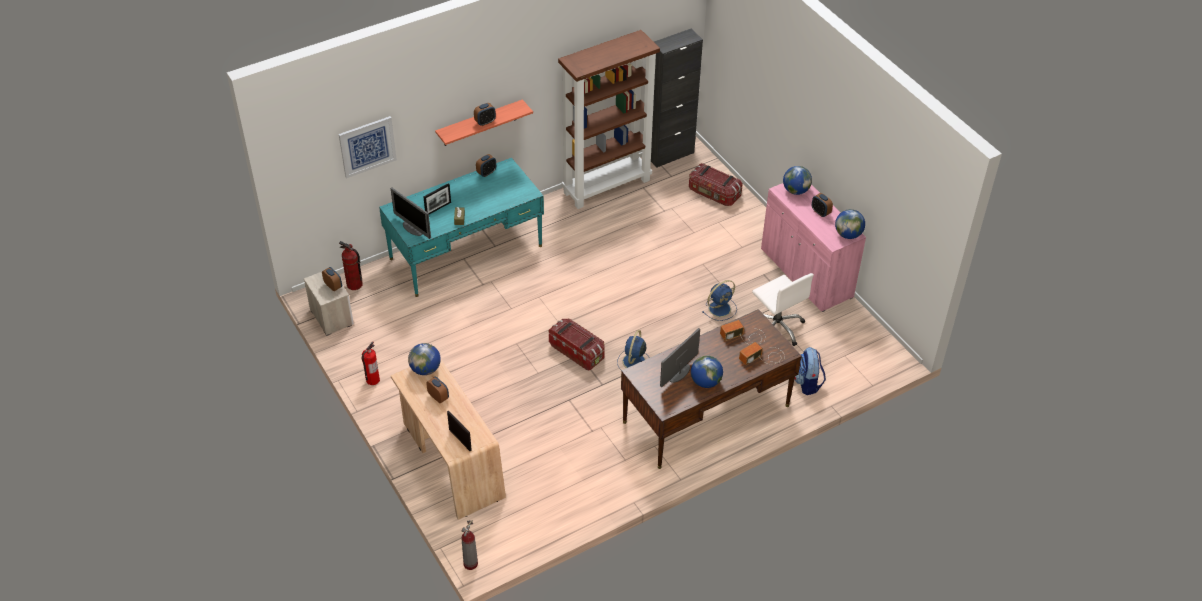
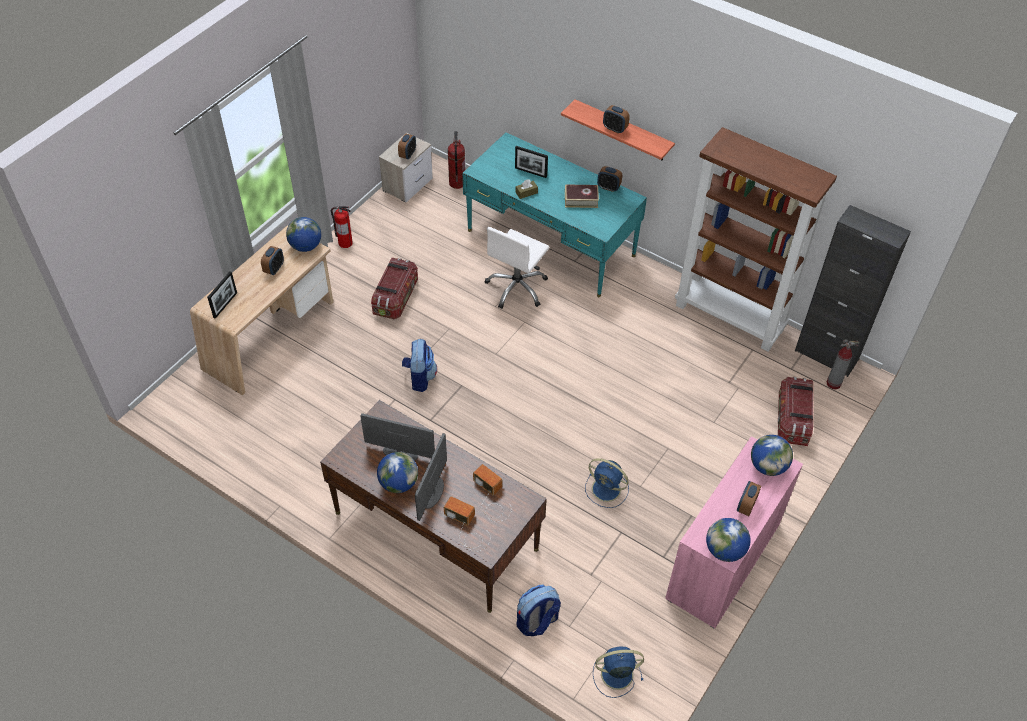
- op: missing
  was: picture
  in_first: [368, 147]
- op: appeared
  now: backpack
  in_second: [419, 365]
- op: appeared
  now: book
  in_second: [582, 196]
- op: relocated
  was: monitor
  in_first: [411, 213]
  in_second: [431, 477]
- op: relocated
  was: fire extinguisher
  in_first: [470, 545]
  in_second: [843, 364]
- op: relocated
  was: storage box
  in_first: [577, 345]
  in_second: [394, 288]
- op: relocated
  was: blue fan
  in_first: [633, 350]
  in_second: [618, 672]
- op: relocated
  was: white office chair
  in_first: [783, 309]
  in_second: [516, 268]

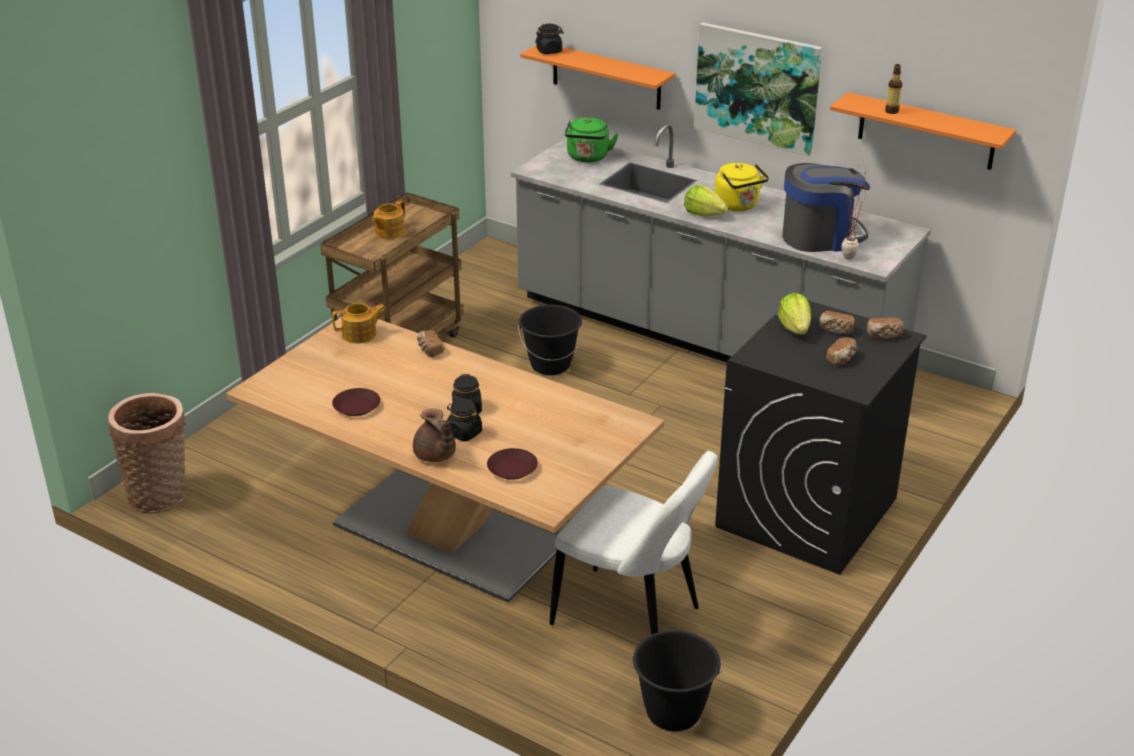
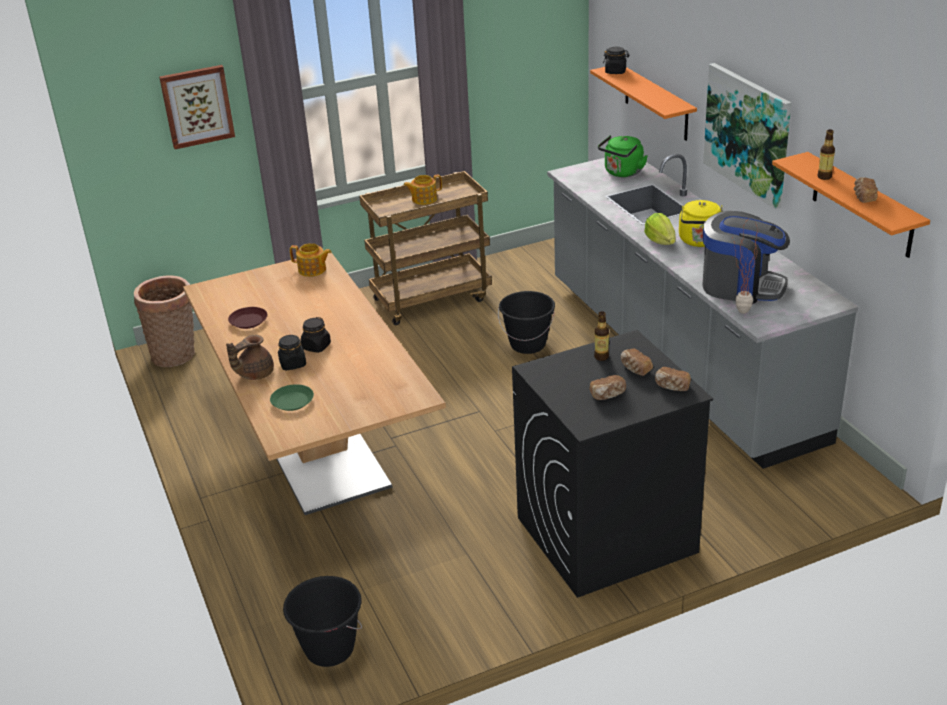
- op: missing
  was: white chair
  in_first: [633, 543]
- op: appeared
  now: picture
  in_second: [197, 107]
- op: relocated
  was: bread
  in_first: [430, 344]
  in_second: [866, 190]
- op: exchanged
  was: lettuce
  now: bottle
  in_first: [794, 314]
  in_second: [601, 336]
- op: colour
  was: brown plate
  now: green plate
  in_first: [512, 464]
  in_second: [292, 397]
- op: spun
  was: brown teapot
  in_first: [434, 435]
  in_second: [250, 357]
  clockwise: 45

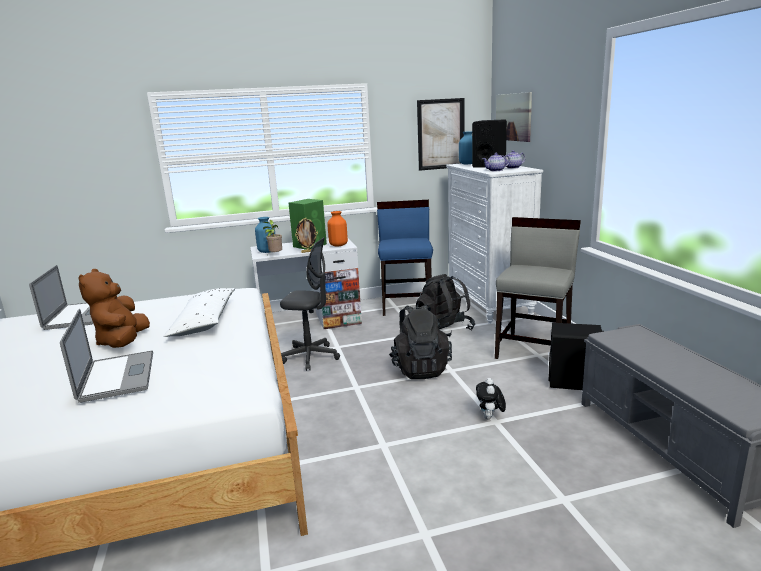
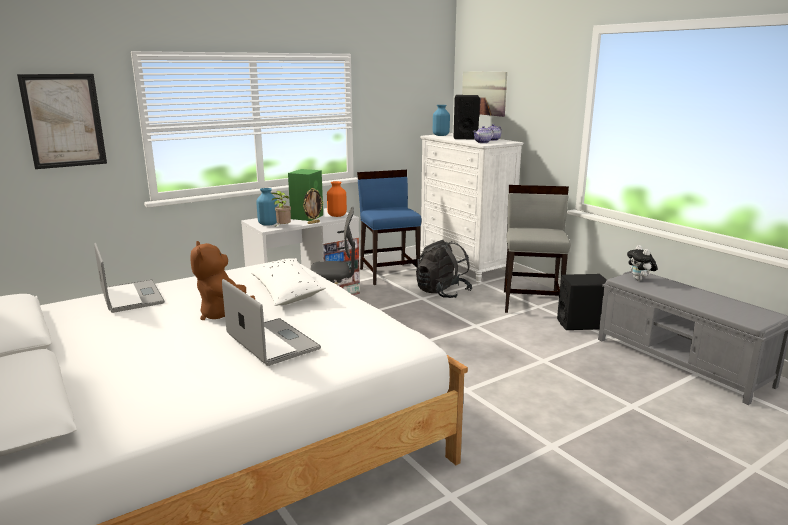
- op: missing
  was: black backpack
  in_first: [420, 341]
- op: relocated
  was: picture
  in_first: [440, 134]
  in_second: [62, 121]
- op: relocated
  was: plush toy
  in_first: [491, 398]
  in_second: [642, 263]

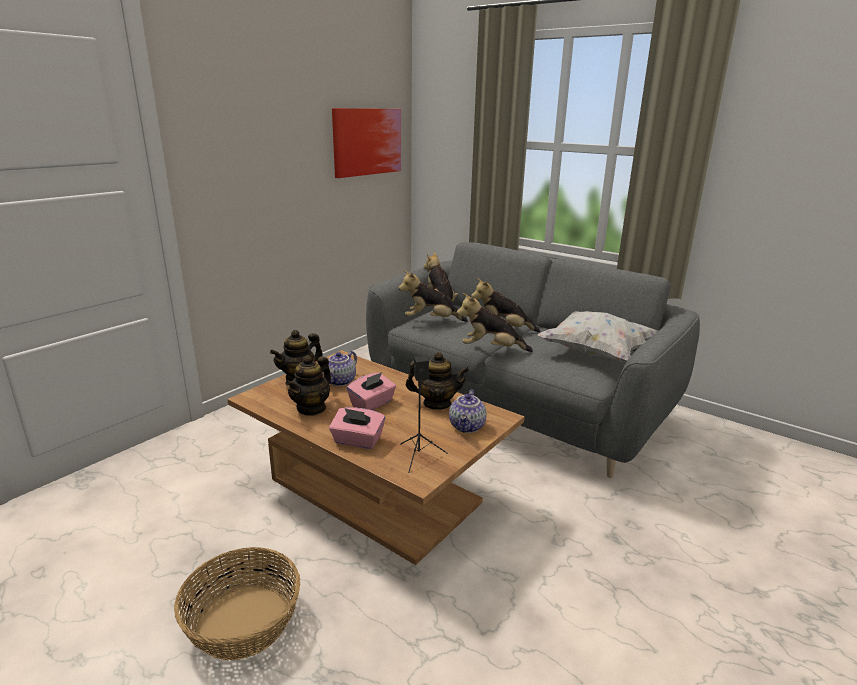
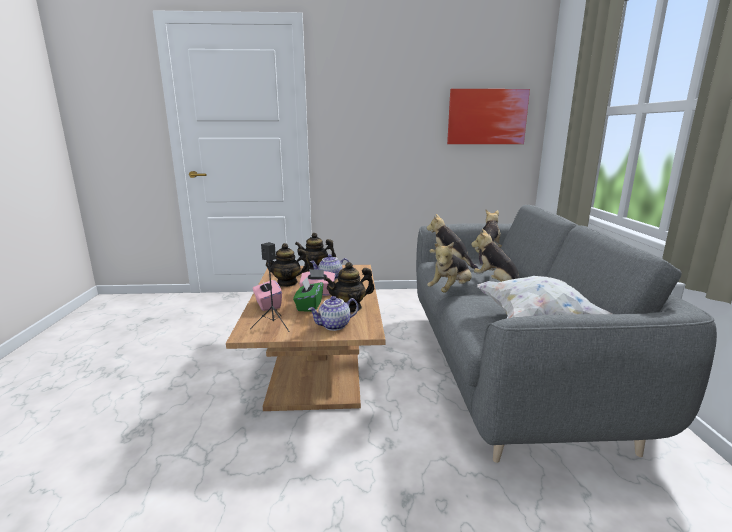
- op: missing
  was: basket
  in_first: [237, 603]
- op: appeared
  now: green tissue box
  in_second: [308, 294]
- op: spun
  was: teapot
  in_first: [438, 381]
  in_second: [349, 287]
  clockwise: 105
- op: spun
  was: plush toy
  in_first: [494, 322]
  in_second: [449, 267]
  clockwise: -105

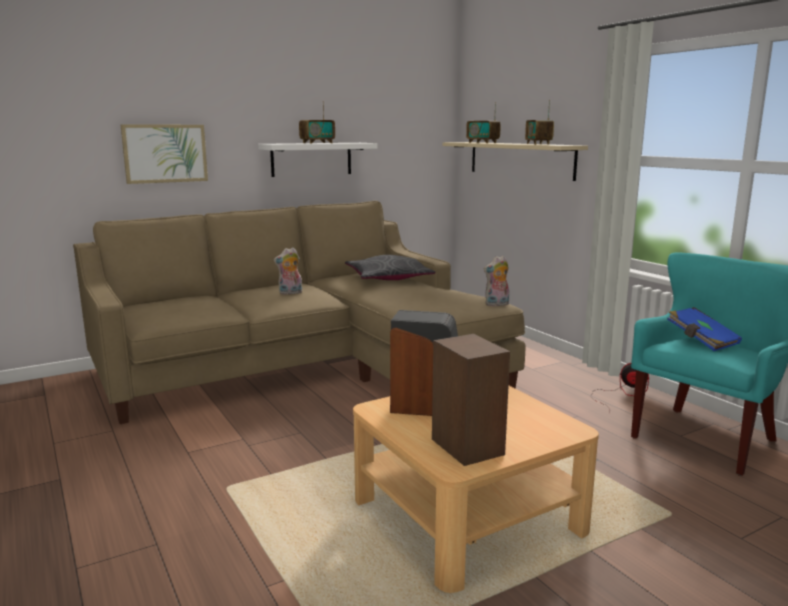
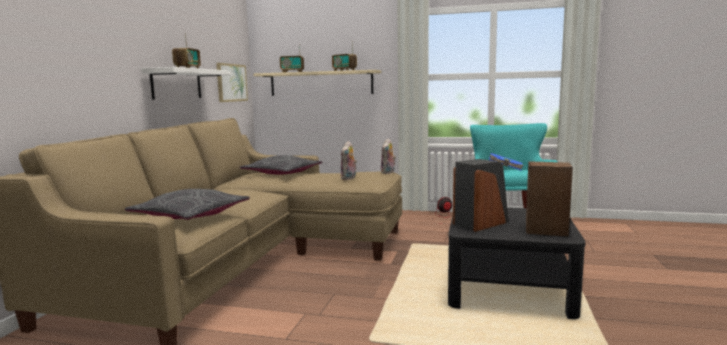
- op: appeared
  now: grey pillow
  in_second: [187, 204]
- op: relocated
  was: picture
  in_first: [164, 154]
  in_second: [232, 82]
- op: relocated
  was: plush toy
  in_first: [288, 271]
  in_second: [349, 160]
- op: colour
  was: beige coffee table
  now: black coffee table
  in_first: [476, 489]
  in_second: [517, 263]

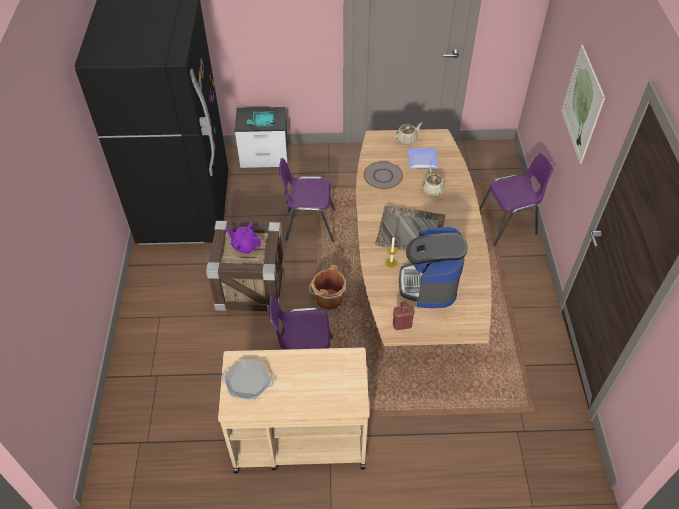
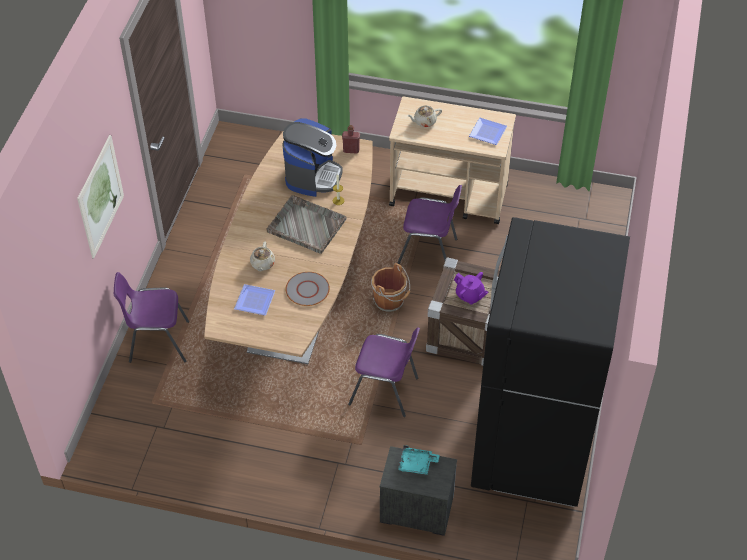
- op: relocated
  was: beige teapot
  in_first: [408, 133]
  in_second: [424, 116]
- op: exchanged
  was: frying pan
  now: plate
  in_first: [247, 380]
  in_second: [488, 131]

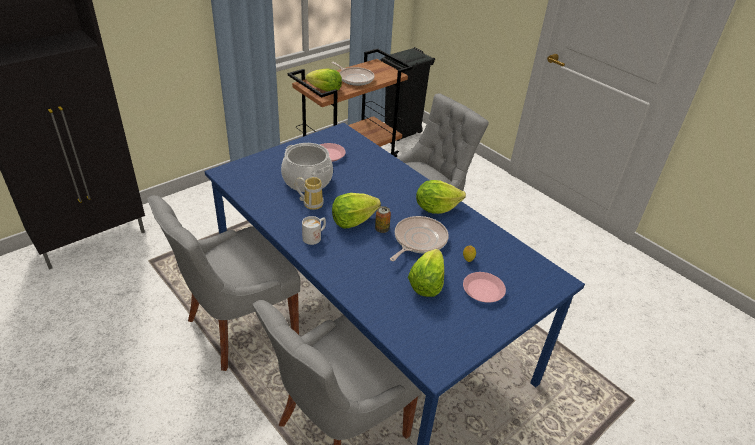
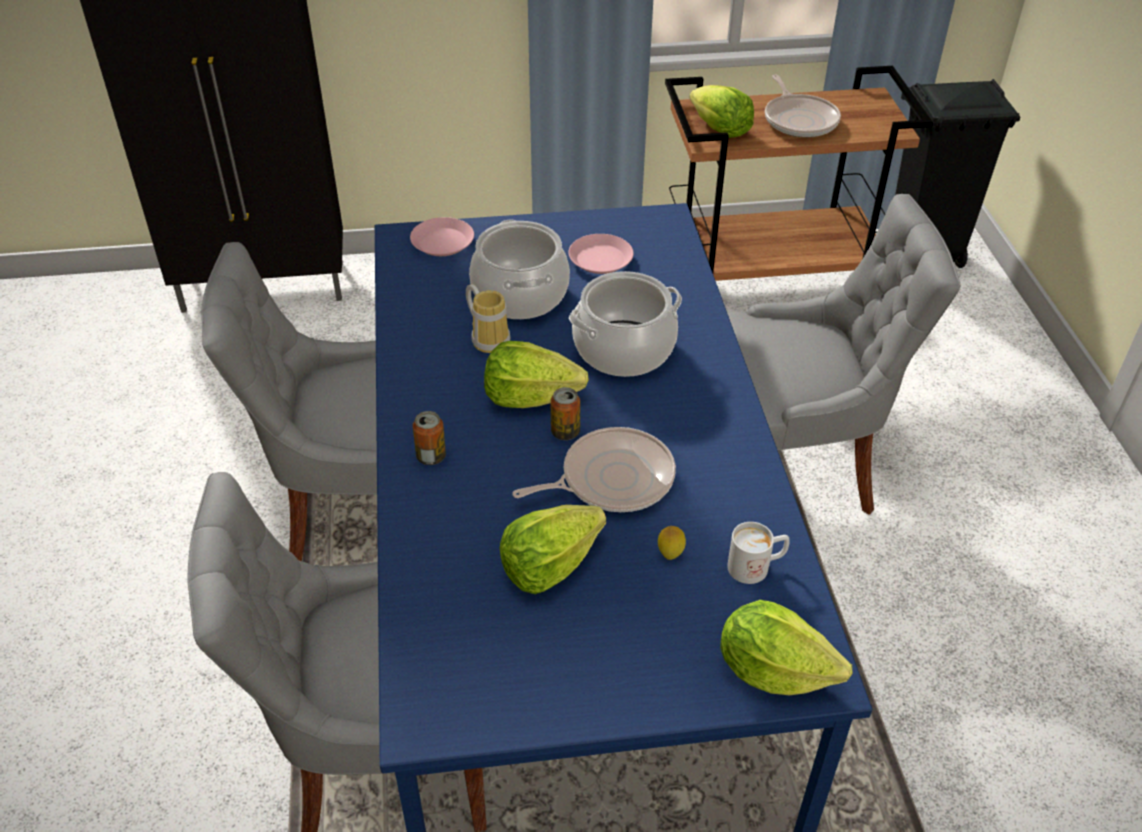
- op: appeared
  now: can
  in_second: [429, 438]
- op: appeared
  now: cooking pot
  in_second: [625, 324]
- op: relocated
  was: white mug
  in_first: [314, 230]
  in_second: [758, 553]
- op: relocated
  was: lettuce
  in_first: [441, 197]
  in_second: [786, 647]
- op: relocated
  was: pink plate
  in_first: [484, 287]
  in_second: [442, 236]

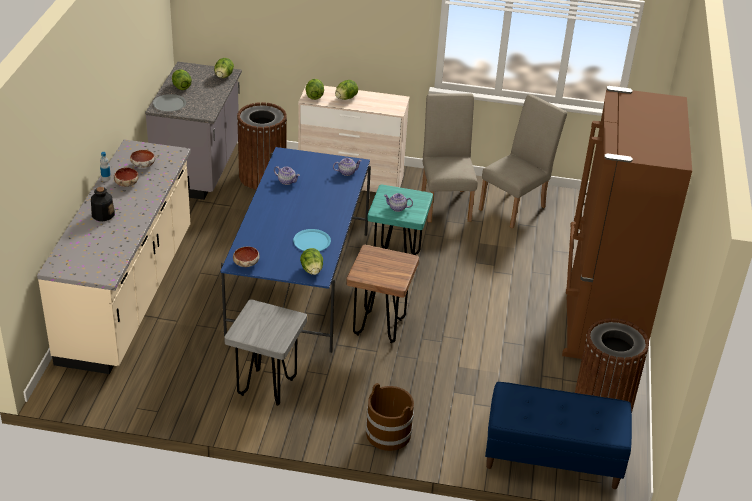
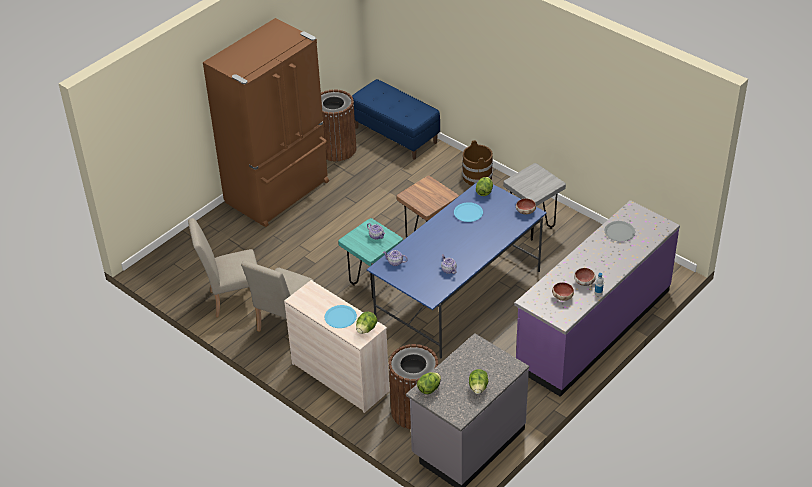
- op: missing
  was: bottle
  in_first: [103, 204]
- op: relocated
  was: grey plate
  in_first: [169, 103]
  in_second: [620, 231]
- op: exchanged
  was: lettuce
  now: blue plate
  in_first: [346, 90]
  in_second: [341, 316]
- op: colour
  was: beige counter
  now: purple counter
  in_first: [114, 257]
  in_second: [597, 298]

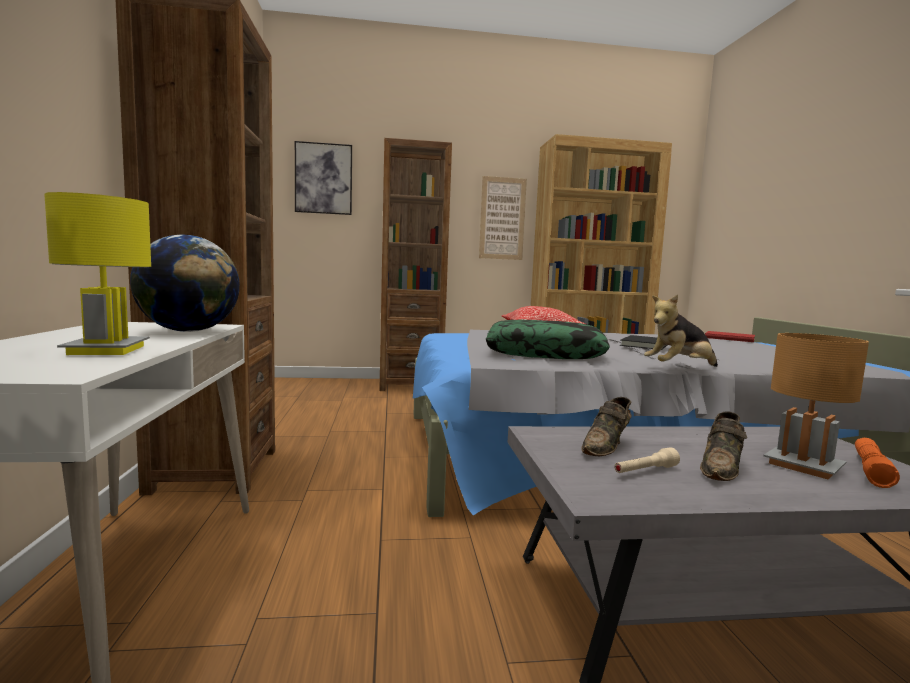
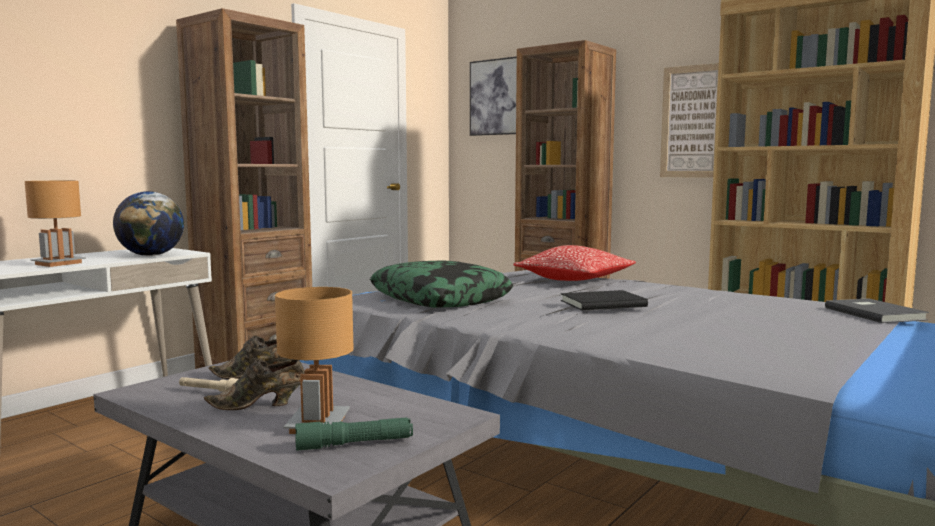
- op: missing
  was: plush toy
  in_first: [681, 330]
- op: colour
  was: yellow table lamp
  now: brown table lamp
  in_first: [97, 273]
  in_second: [55, 224]
- op: colour
  was: red book
  now: grey book
  in_first: [730, 336]
  in_second: [877, 310]
- op: colour
  was: orange flashlight
  now: green flashlight
  in_first: [877, 463]
  in_second: [354, 434]

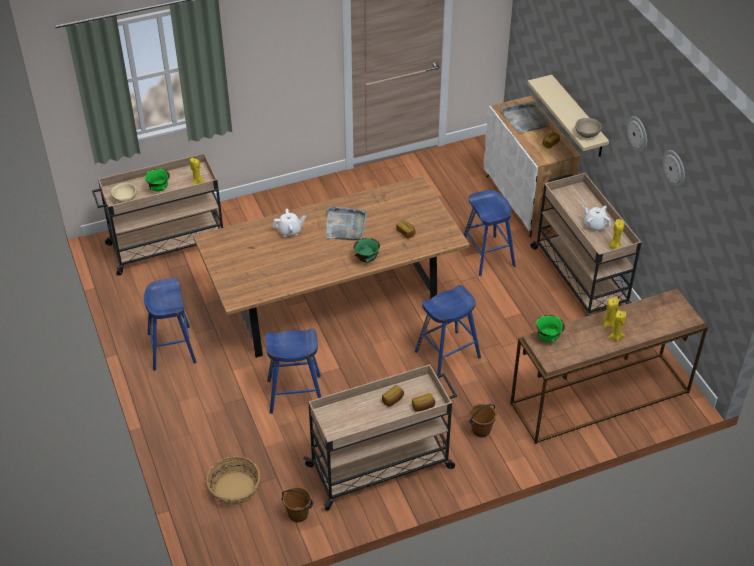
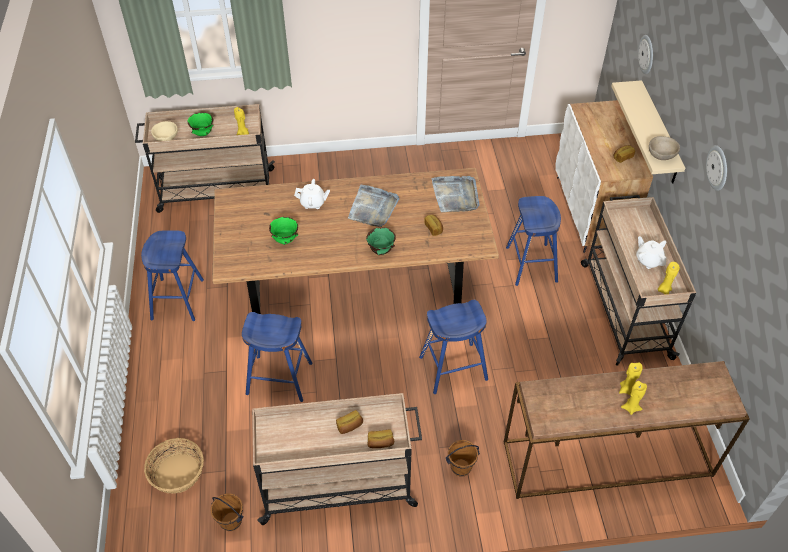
- op: relocated
  was: grey tray
  in_first: [525, 117]
  in_second: [456, 194]
- op: relocated
  was: green bowl
  in_first: [550, 328]
  in_second: [283, 231]
- op: relocated
  was: wall clock
  in_first: [674, 169]
  in_second: [645, 54]

